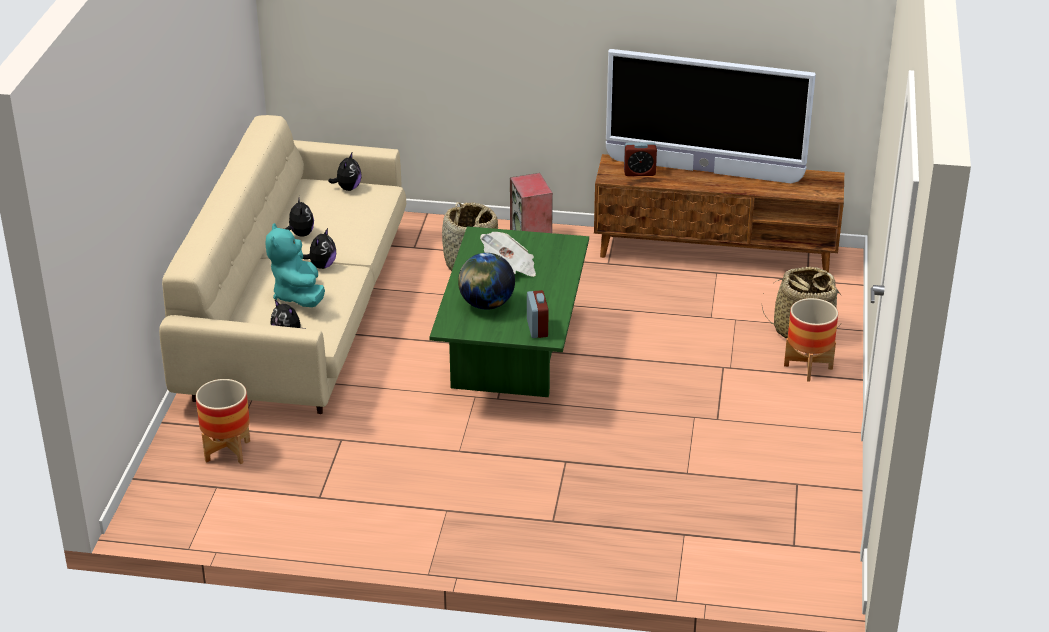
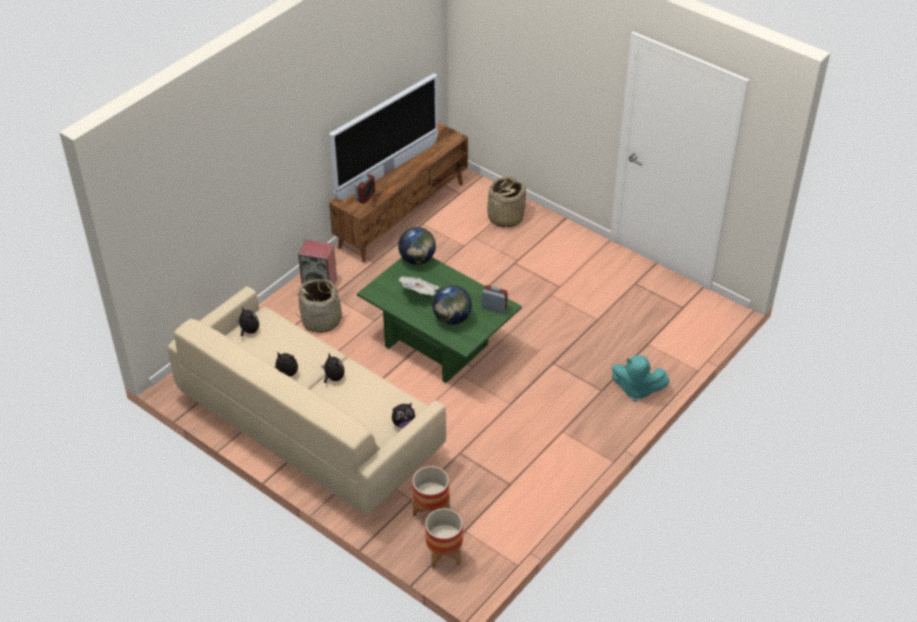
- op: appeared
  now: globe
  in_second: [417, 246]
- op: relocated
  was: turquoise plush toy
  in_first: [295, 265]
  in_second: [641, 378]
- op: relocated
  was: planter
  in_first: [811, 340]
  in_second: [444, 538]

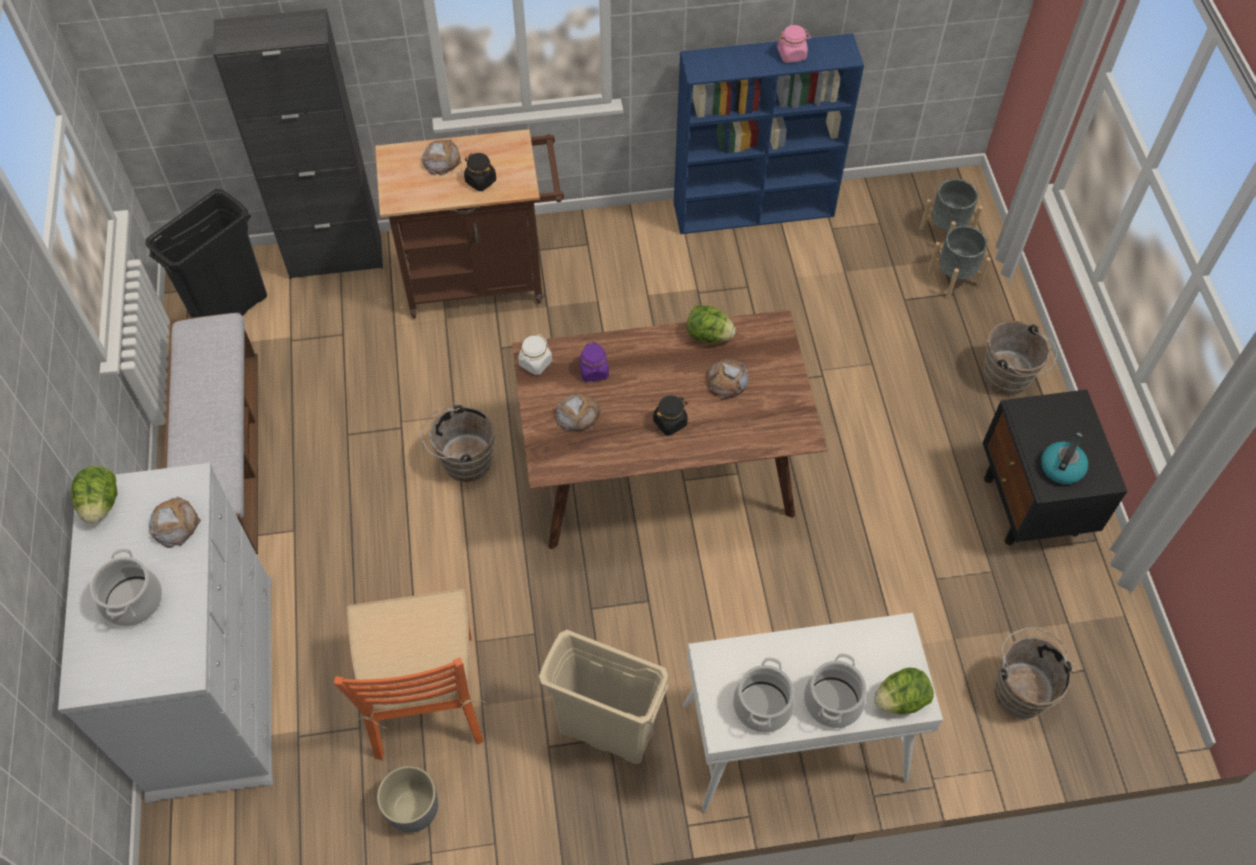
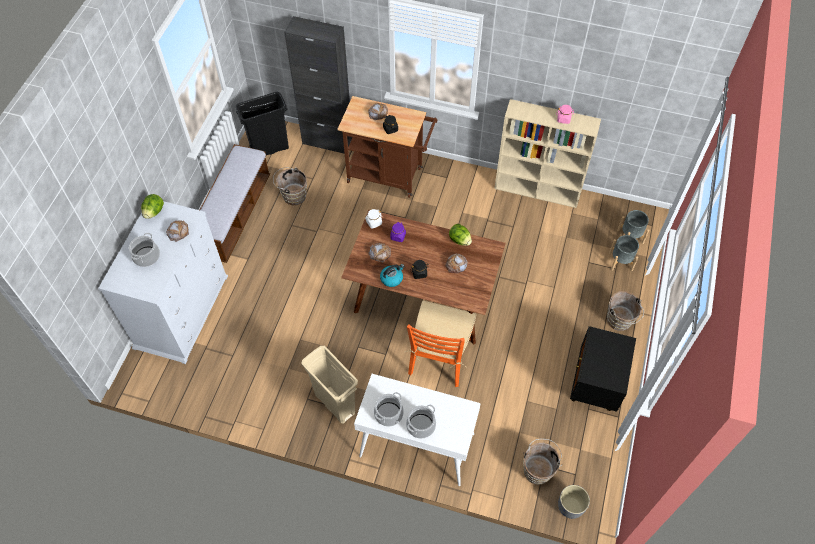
- op: missing
  was: lettuce
  in_first: [904, 691]
- op: relocated
  was: orange chair
  in_first: [410, 674]
  in_second: [440, 344]
- op: relocated
  was: grey planter
  in_first: [407, 799]
  in_second: [574, 502]
- op: relocated
  was: brown bucket
  in_first: [458, 442]
  in_second: [290, 186]
- op: relocated
  was: kettle
  in_first: [1064, 458]
  in_second: [392, 275]
- op: colour
  was: blue bookcase
  now: beige bookcase
  in_first: [769, 133]
  in_second: [547, 153]

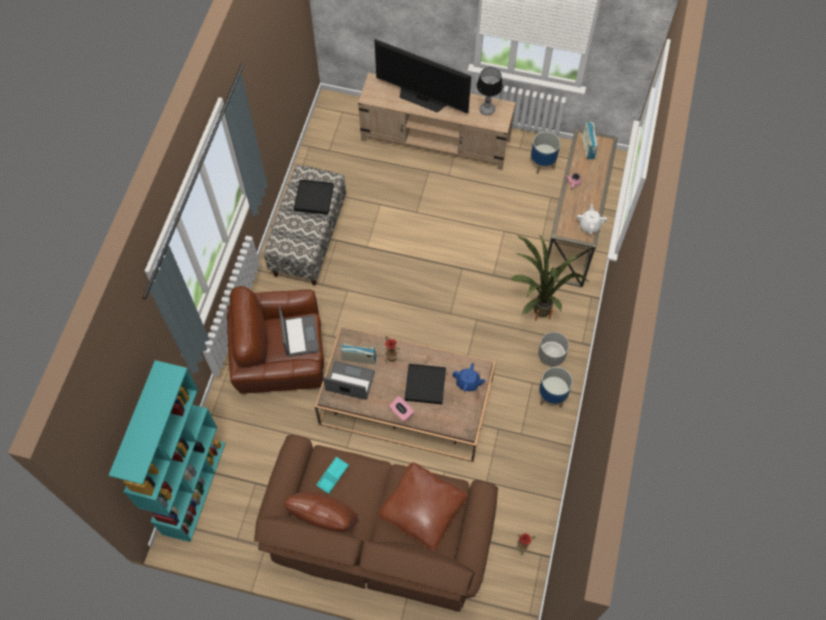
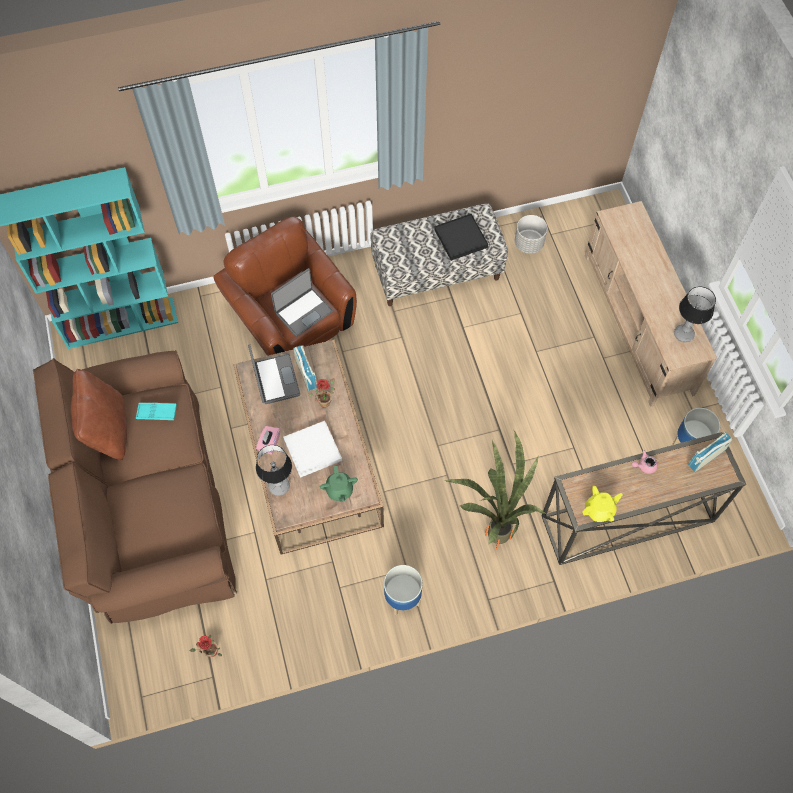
- op: missing
  was: television
  in_first: [422, 76]
- op: missing
  was: brown pillow
  in_first: [422, 506]
- op: appeared
  now: table lamp
  in_second: [274, 470]
- op: relocated
  was: grey planter
  in_first: [553, 349]
  in_second: [531, 234]
- op: colour
  was: black tray
  now: white tray
  in_first: [425, 384]
  in_second: [312, 449]
- op: colour
  was: blue teapot
  now: green teapot
  in_first: [468, 377]
  in_second: [339, 484]
- op: colour
  was: white teapot
  now: yellow teapot
  in_first: [592, 218]
  in_second: [602, 504]

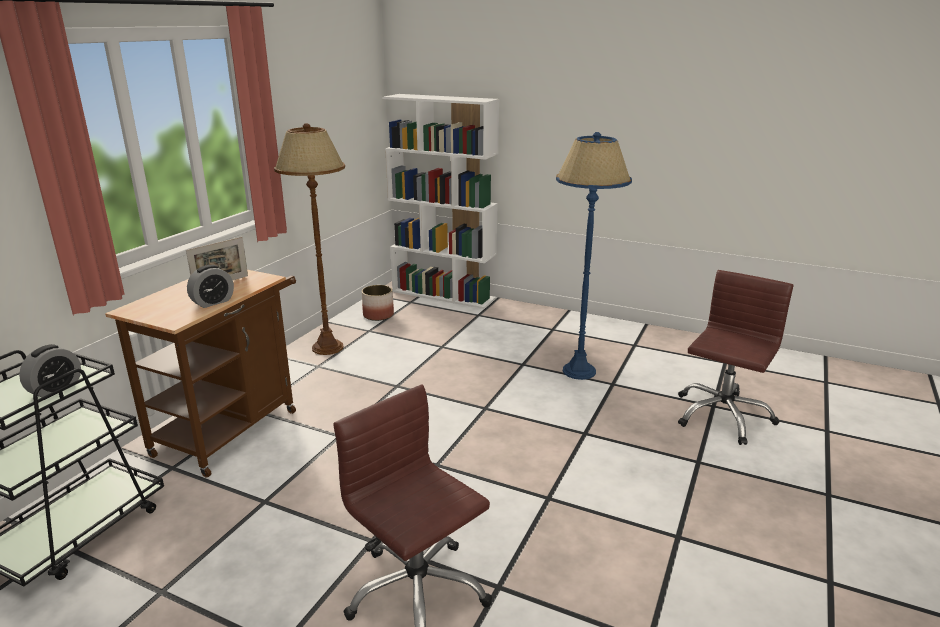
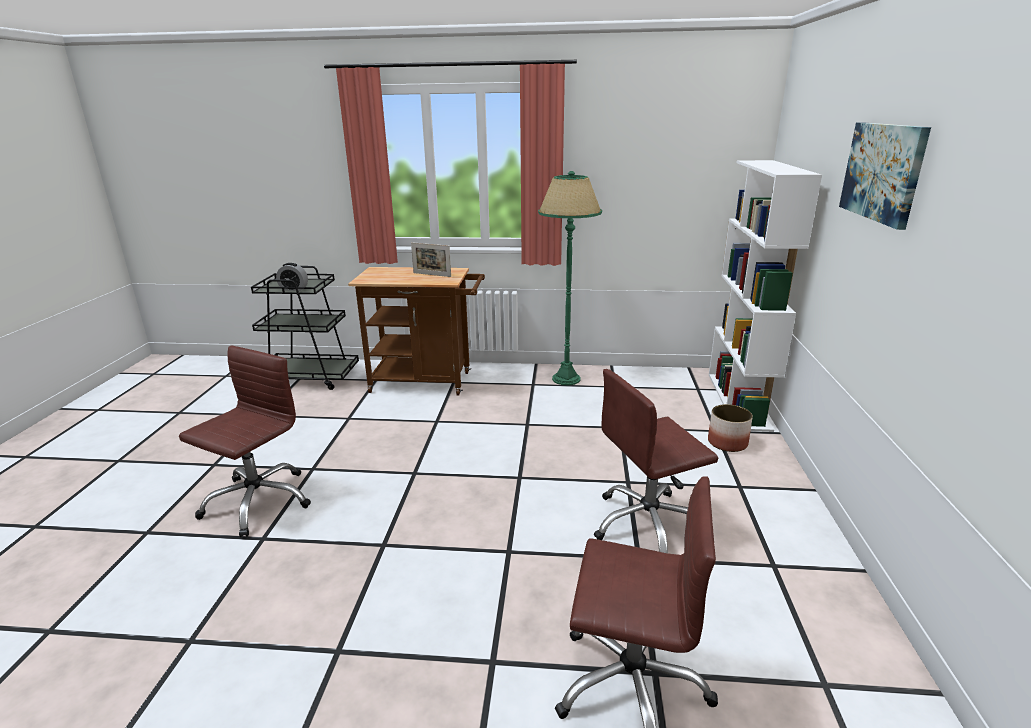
- op: missing
  was: alarm clock
  in_first: [210, 286]
- op: appeared
  now: picture
  in_second: [885, 176]
- op: relocated
  was: planter
  in_first: [378, 303]
  in_second: [730, 428]
- op: exchanged
  was: blue floor lamp
  now: brown office chair
  in_first: [594, 256]
  in_second: [656, 461]
- op: colour
  was: brown floor lamp
  now: green floor lamp
  in_first: [309, 239]
  in_second: [570, 278]

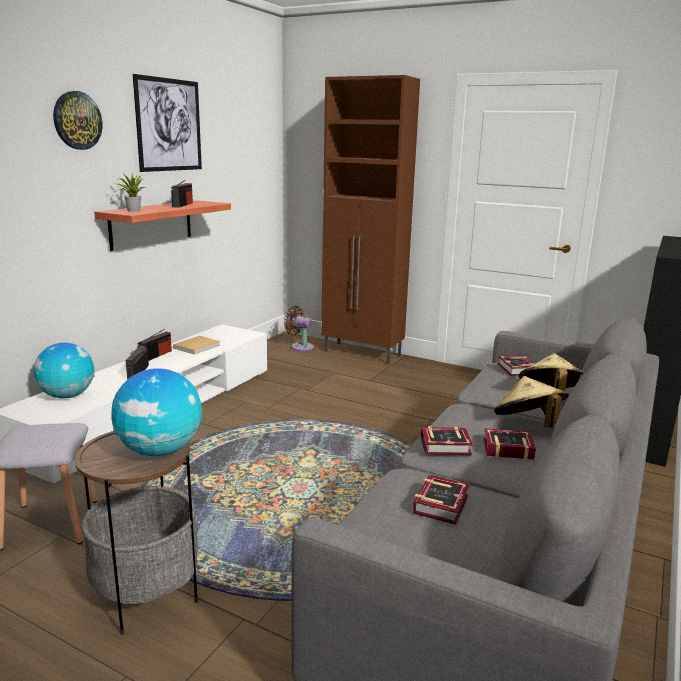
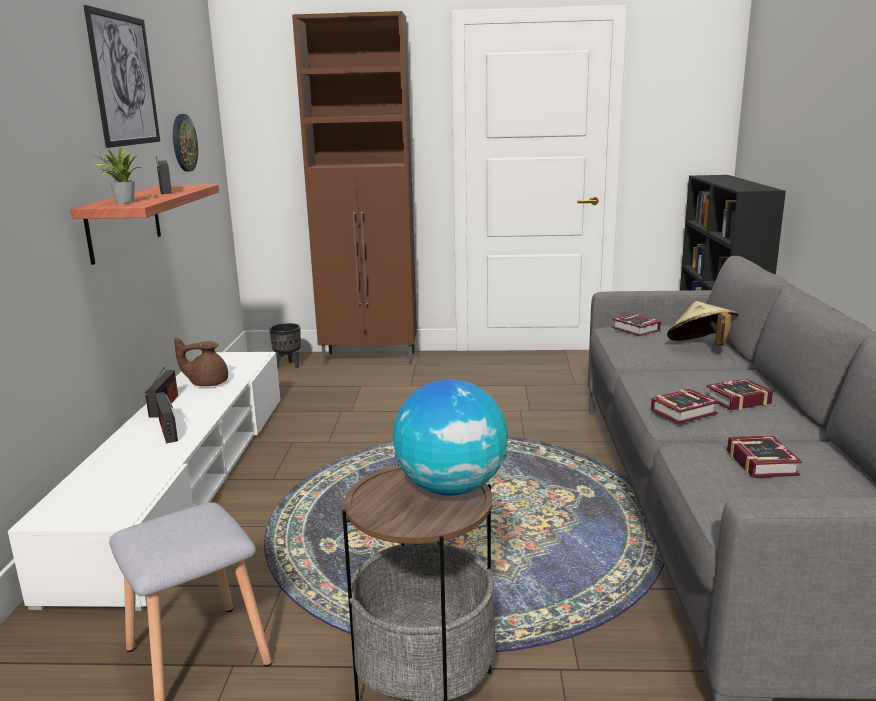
- op: missing
  was: globe
  in_first: [64, 370]
- op: missing
  was: beige hat
  in_first: [531, 402]
- op: relocated
  was: wall clock
  in_first: [78, 120]
  in_second: [185, 143]
- op: exchanged
  was: beige book
  now: brown teapot
  in_first: [196, 345]
  in_second: [201, 362]
- op: exchanged
  was: brown fan
  now: black planter
  in_first: [299, 328]
  in_second: [285, 345]

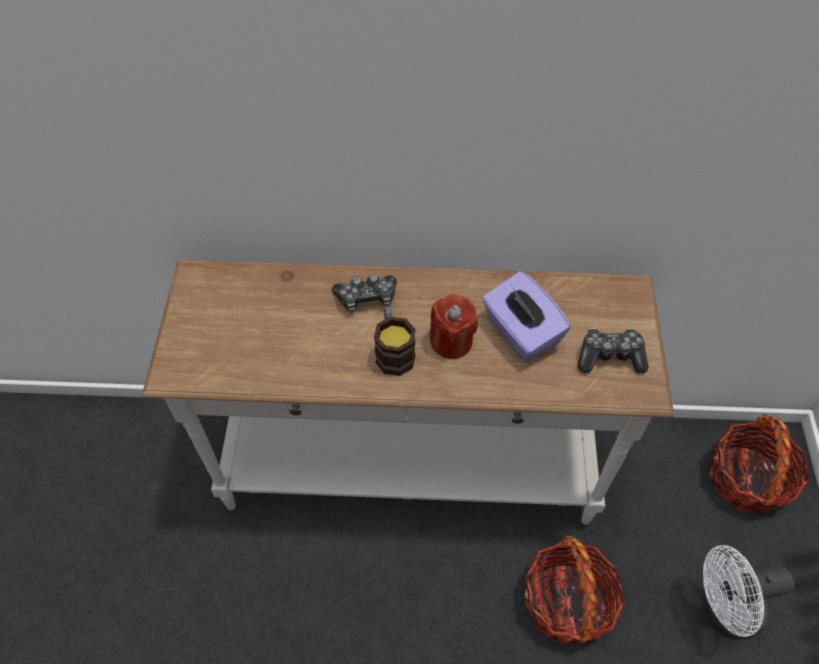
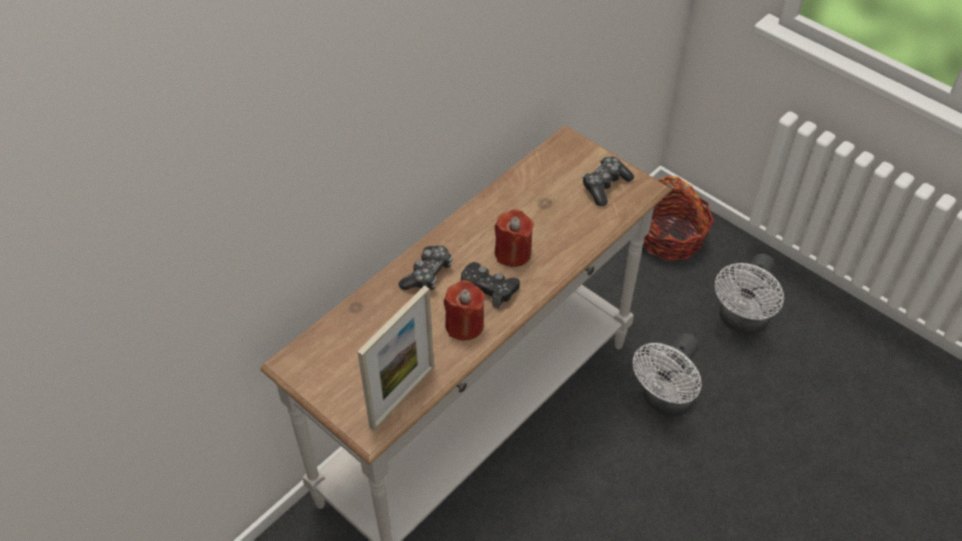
- op: missing
  was: purple tissue box
  in_first: [526, 316]
- op: appeared
  now: picture frame
  in_second: [395, 358]
- op: appeared
  now: red candle
  in_second: [464, 310]
- op: exchanged
  was: mug
  now: black game controller
  in_first: [395, 341]
  in_second: [490, 285]
- op: exchanged
  was: basket
  now: white fan
  in_first: [575, 590]
  in_second: [667, 374]

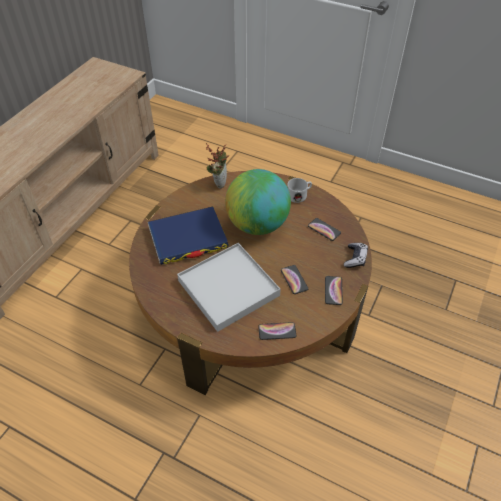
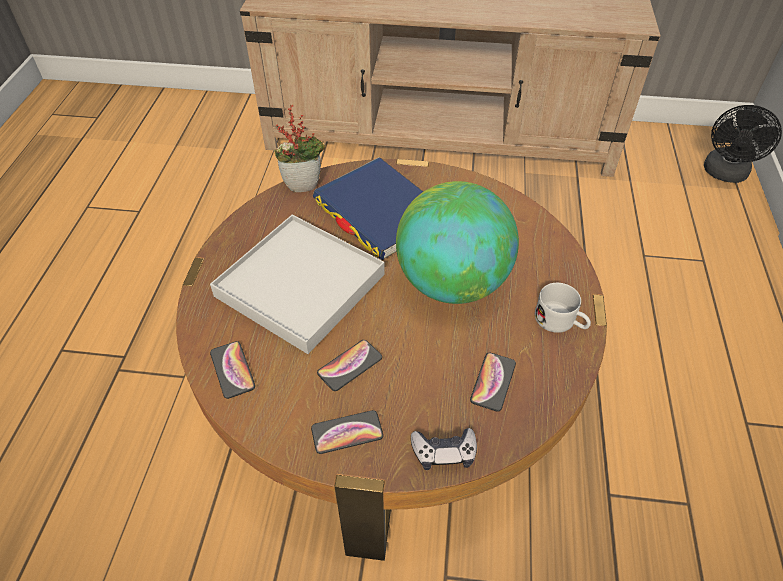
- op: appeared
  now: black fan
  in_second: [743, 144]
- op: relocated
  was: potted plant
  in_first: [217, 166]
  in_second: [300, 148]

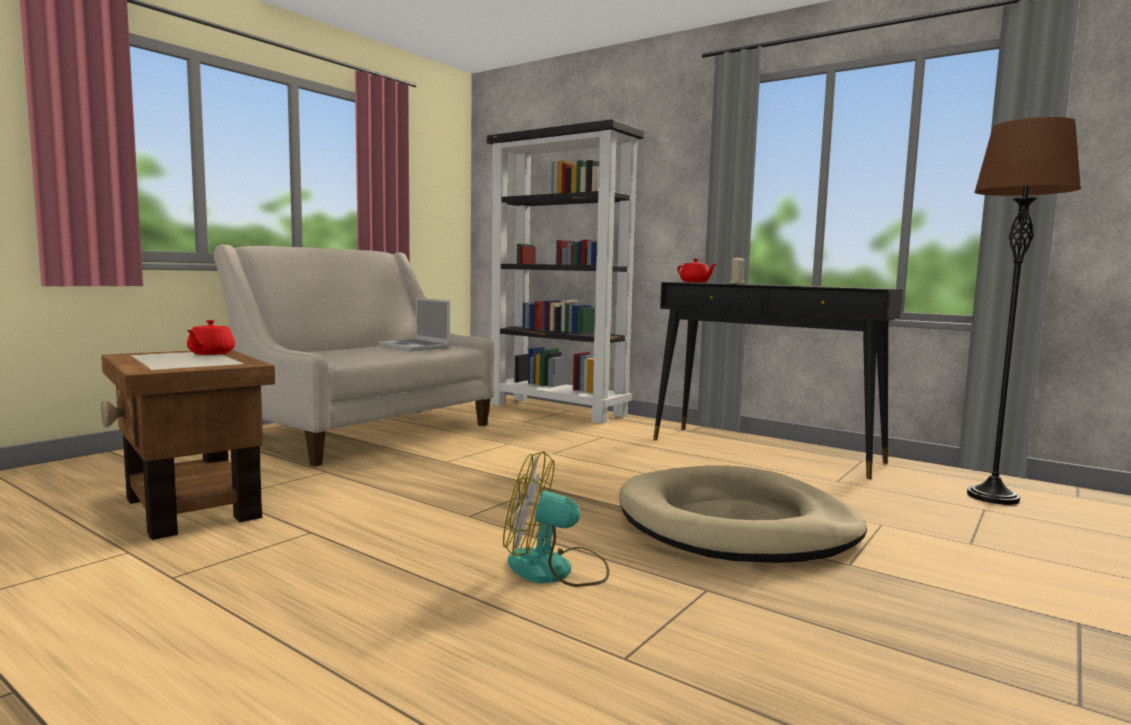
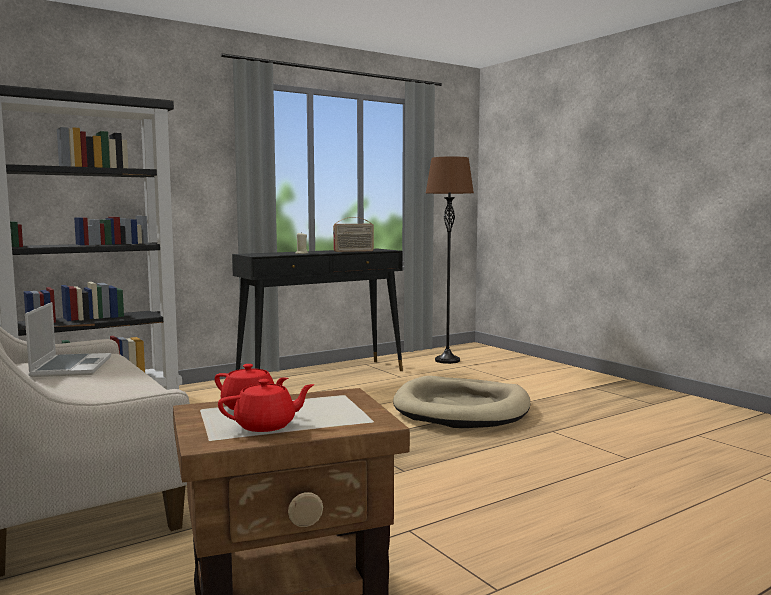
- op: missing
  was: fan
  in_first: [556, 519]
- op: appeared
  now: radio
  in_second: [353, 234]
- op: relocated
  was: red teapot
  in_first: [696, 271]
  in_second: [266, 405]
- op: spun
  was: laptop
  in_first: [414, 324]
  in_second: [68, 339]
  clockwise: -75

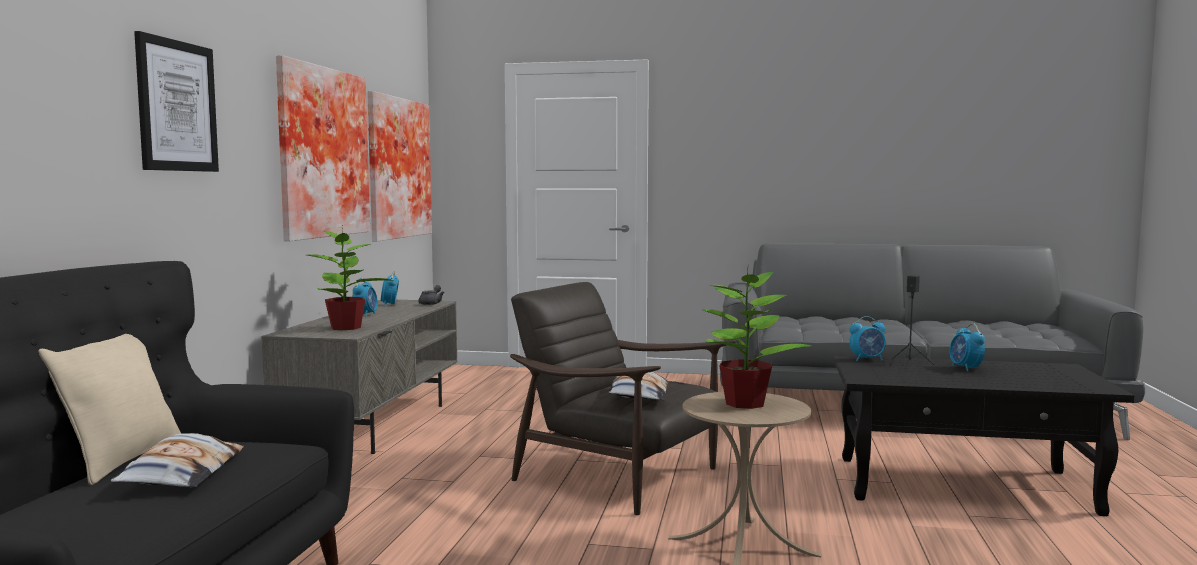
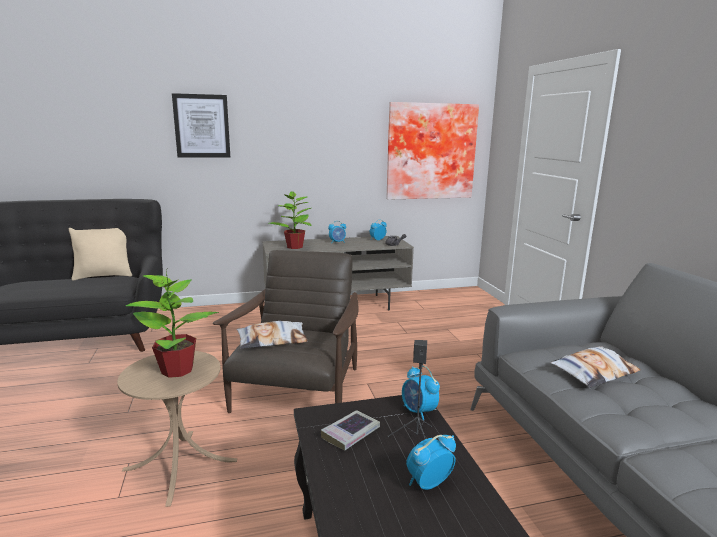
- op: missing
  was: picture
  in_first: [323, 148]
- op: appeared
  now: book
  in_second: [350, 430]
- op: relocated
  was: pillow
  in_first: [177, 460]
  in_second: [595, 367]

